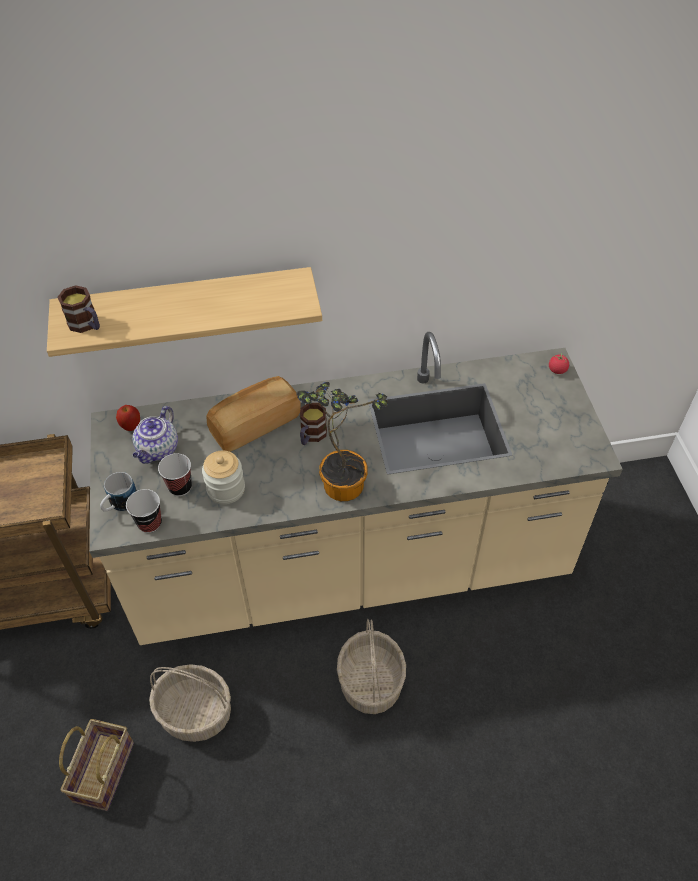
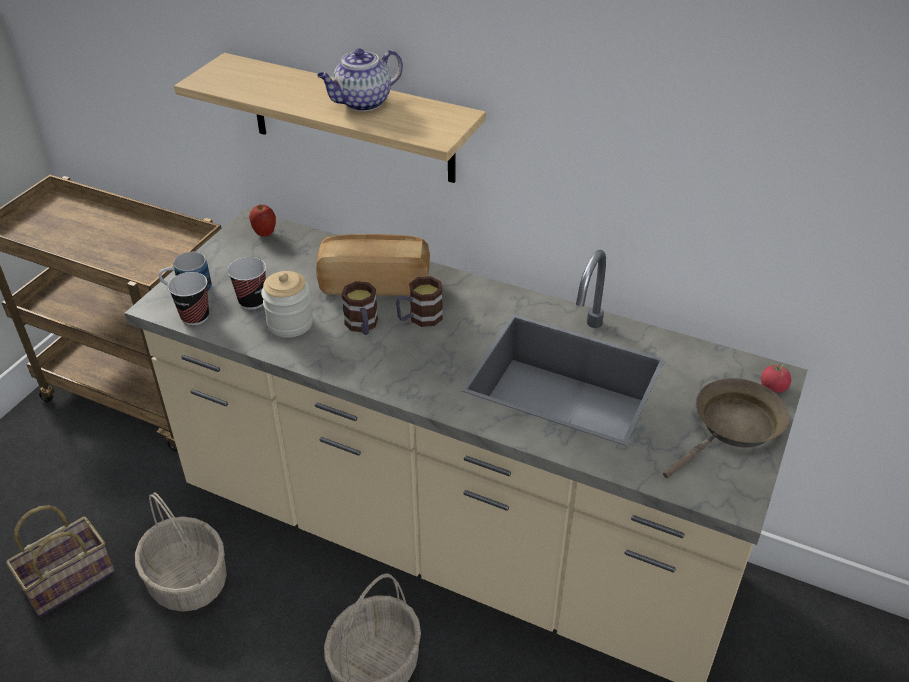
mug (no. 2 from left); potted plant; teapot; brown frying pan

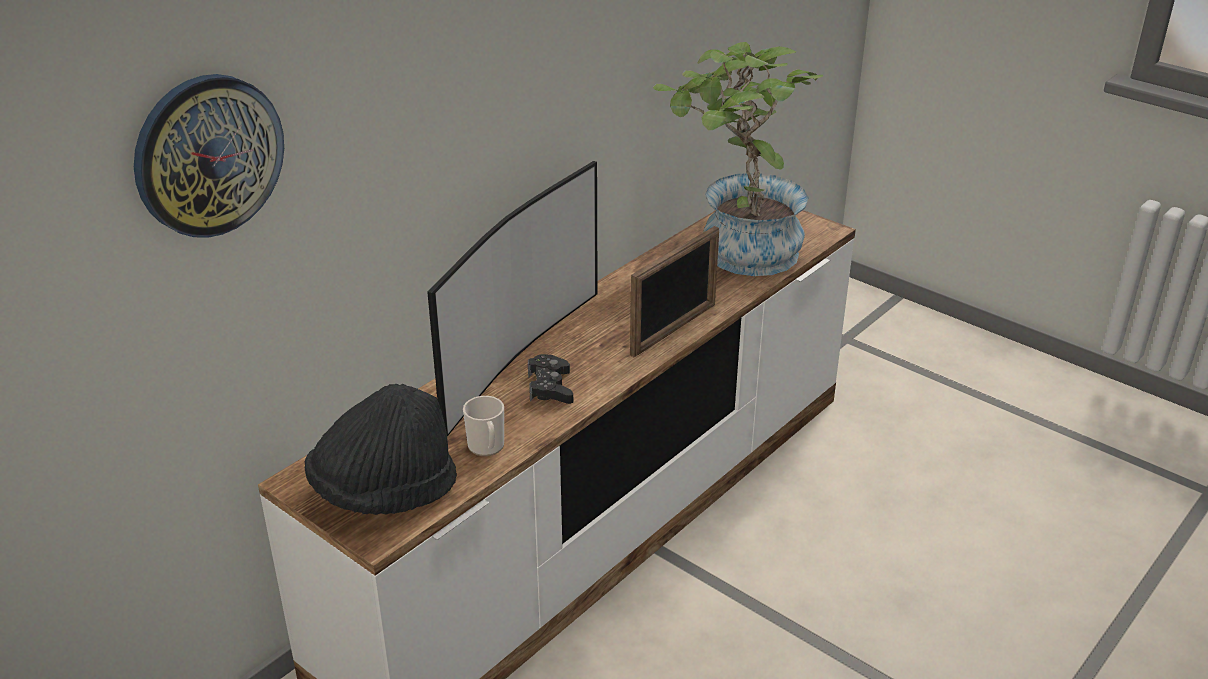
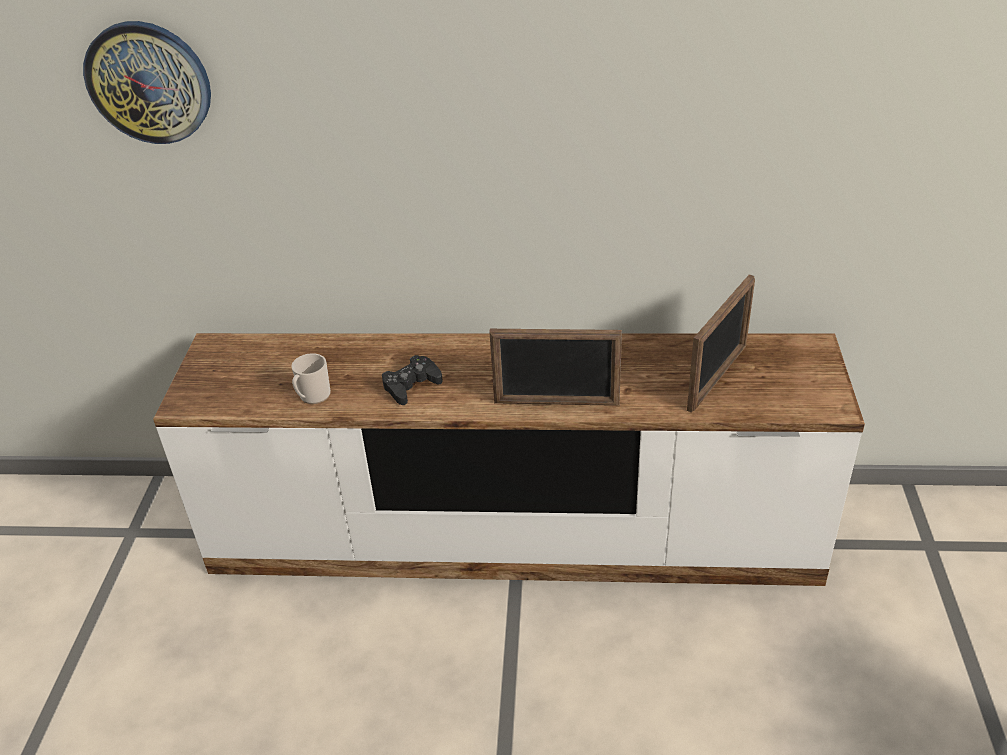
picture frame (no. 2 from left); television; black hat

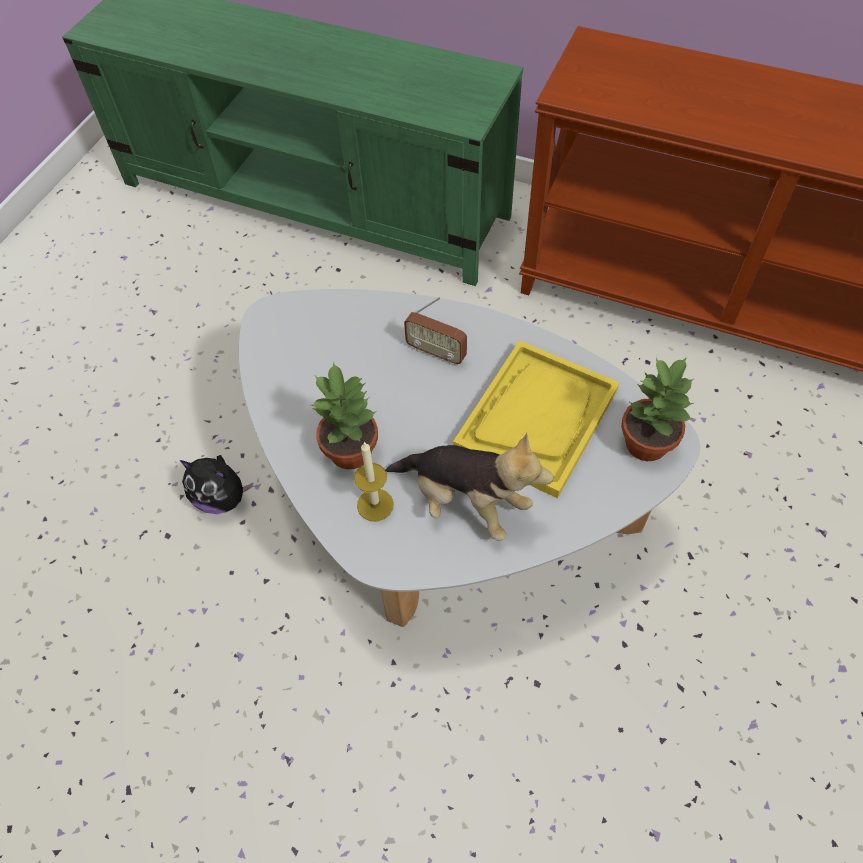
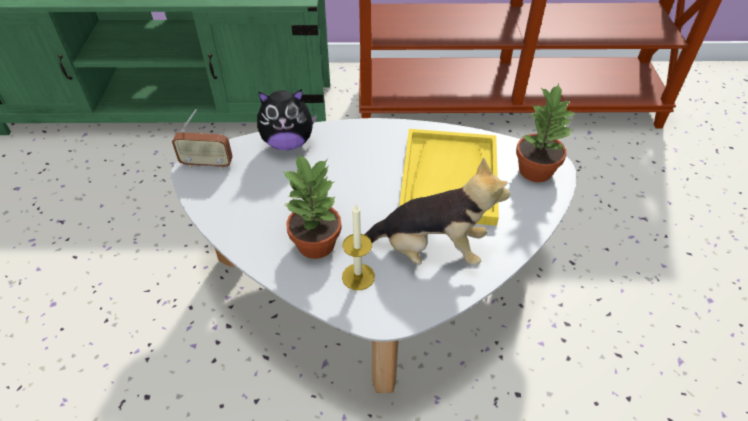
radio; plush toy (no. 1 from left)

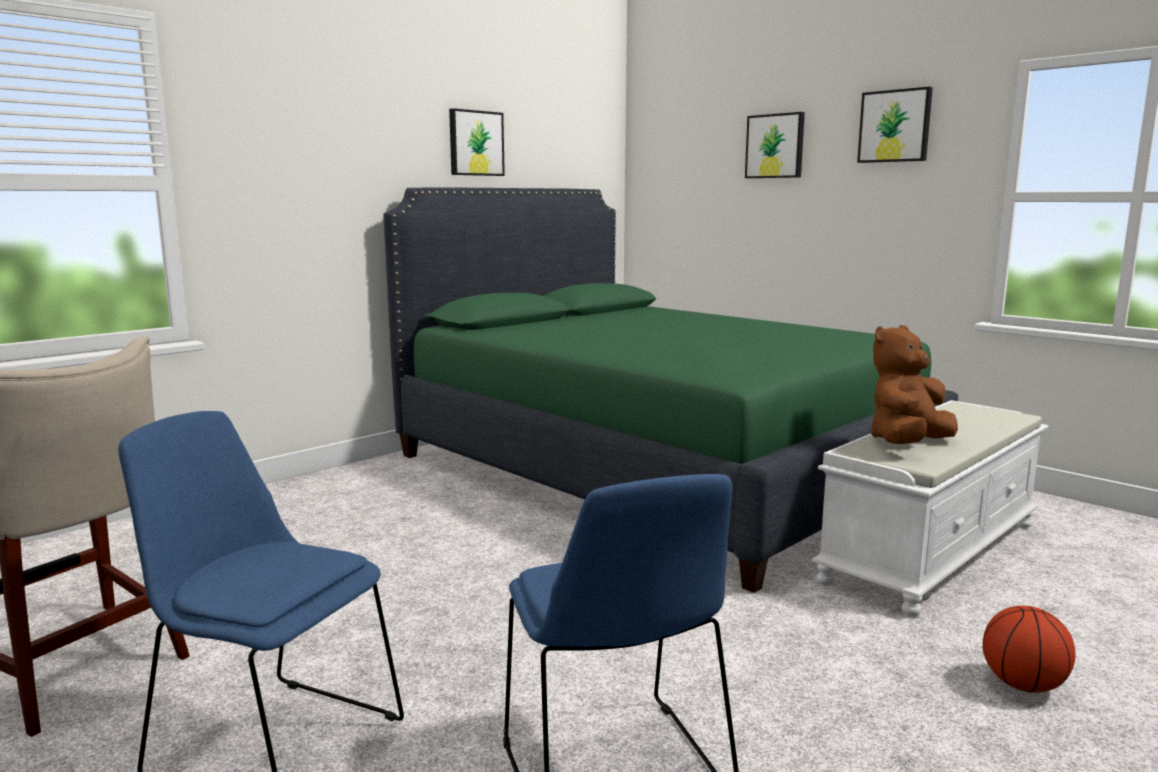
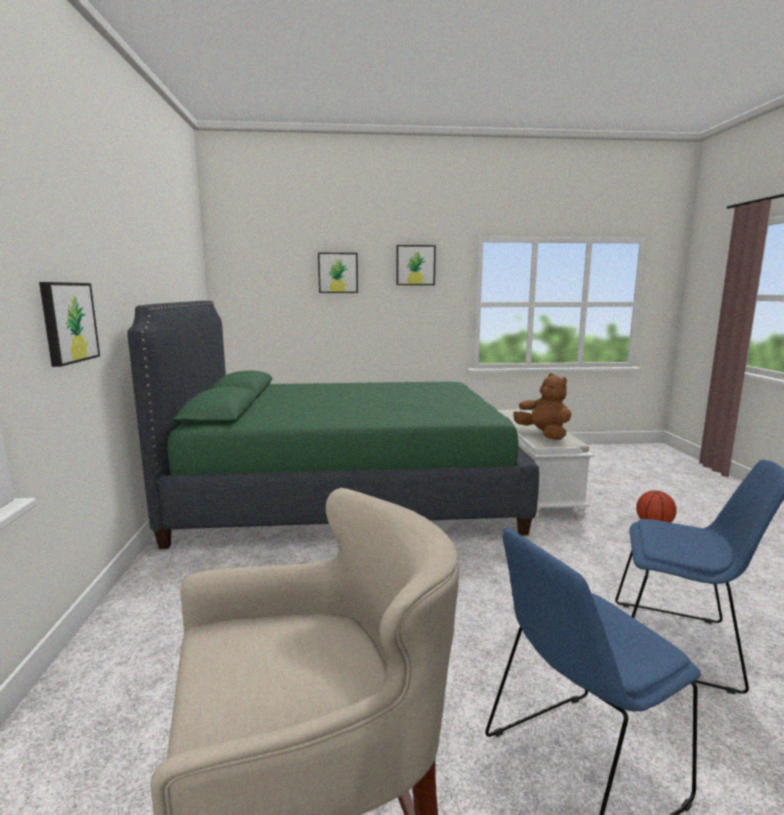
picture (no. 1 from left); brown plush toy

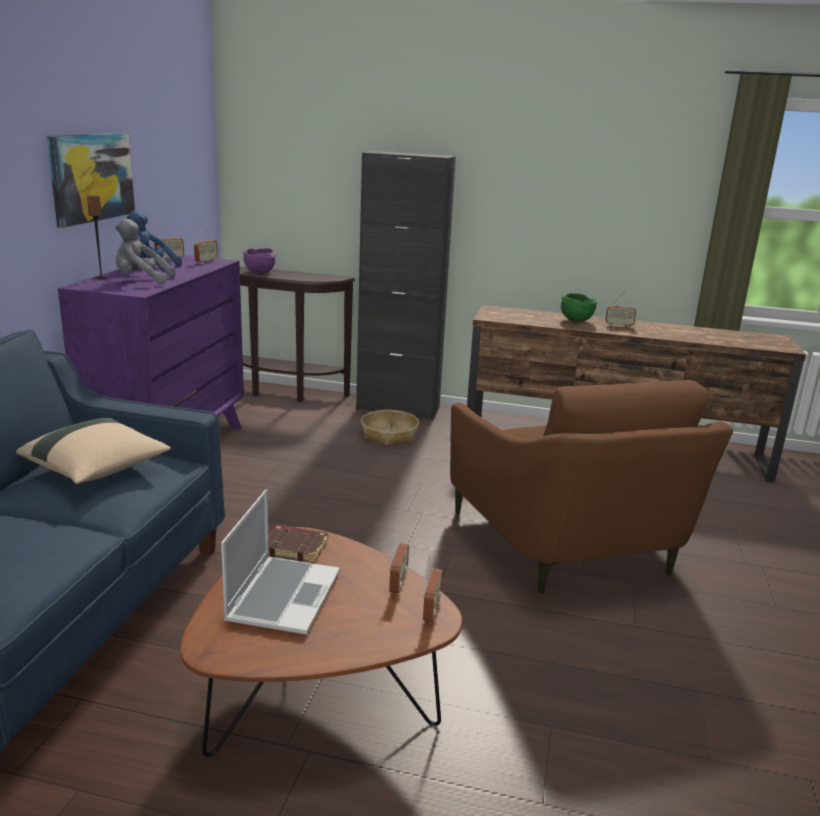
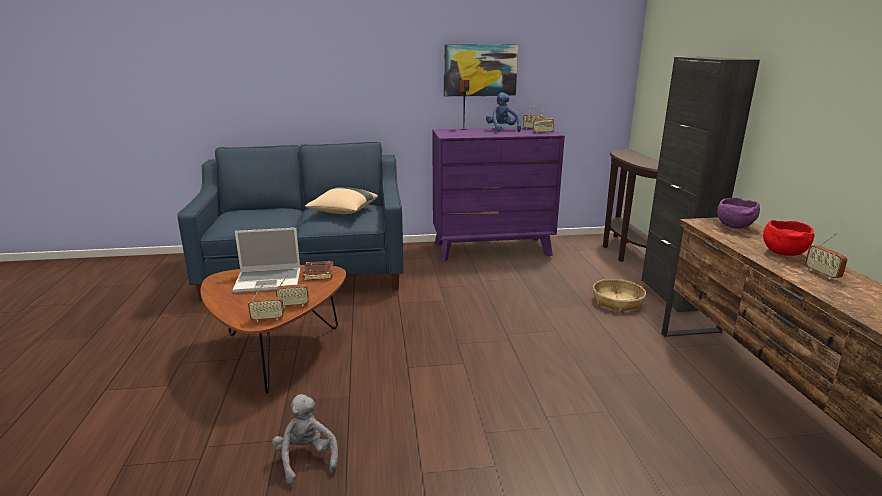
grey plush toy; purple bowl; red bowl; brown armchair

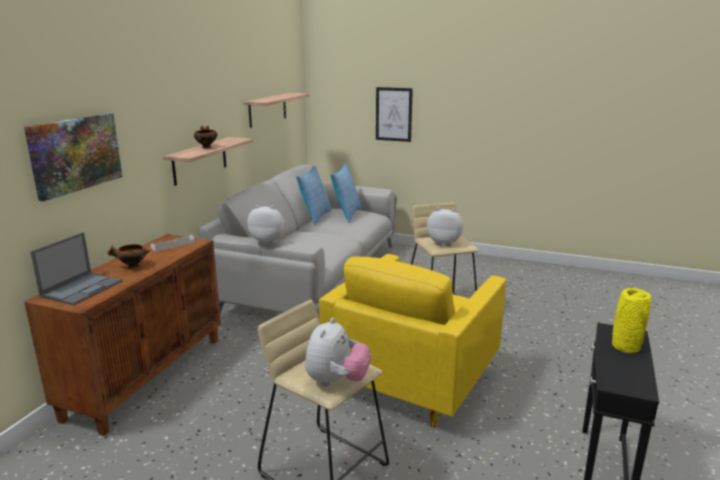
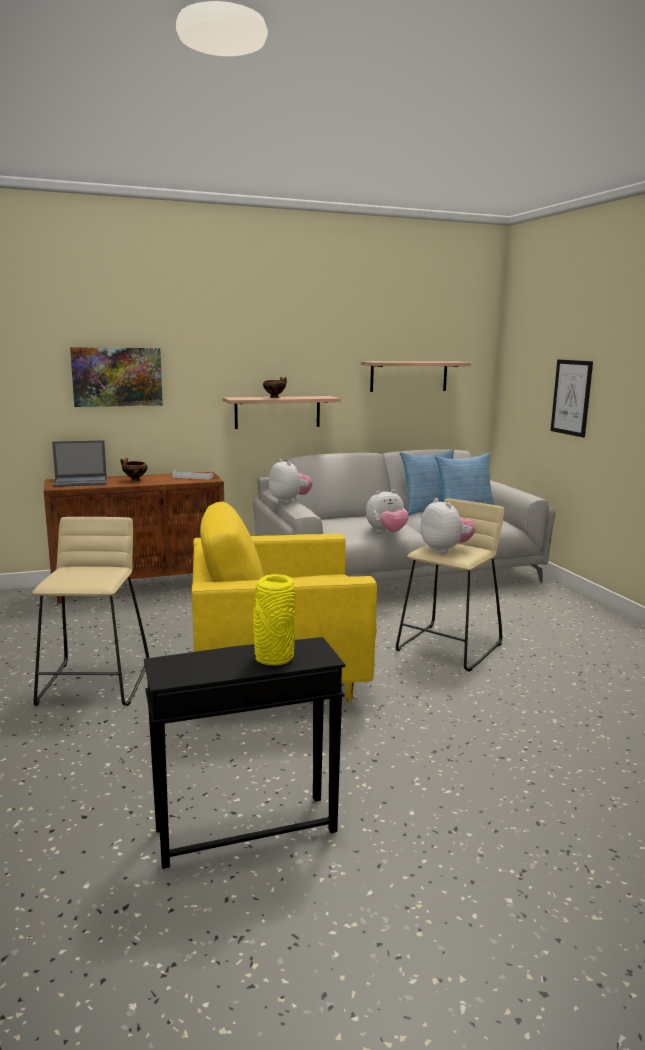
plush toy (no. 2 from left)

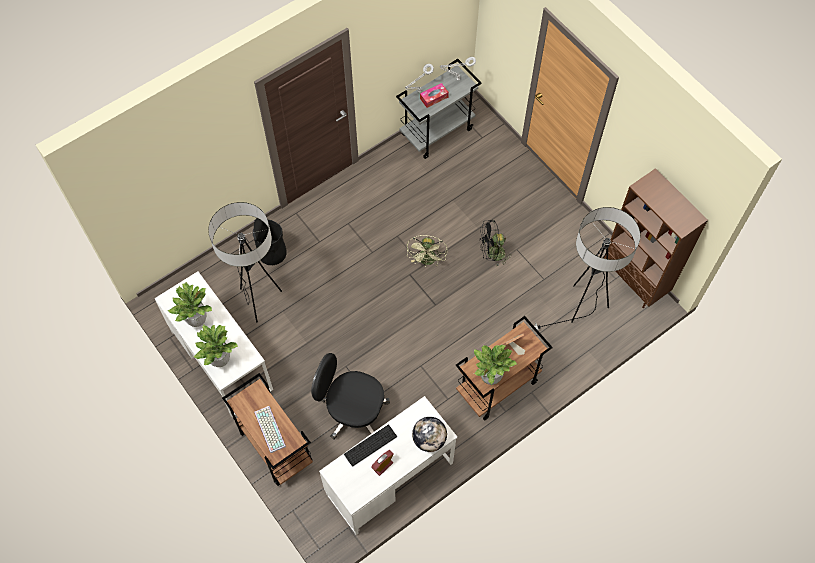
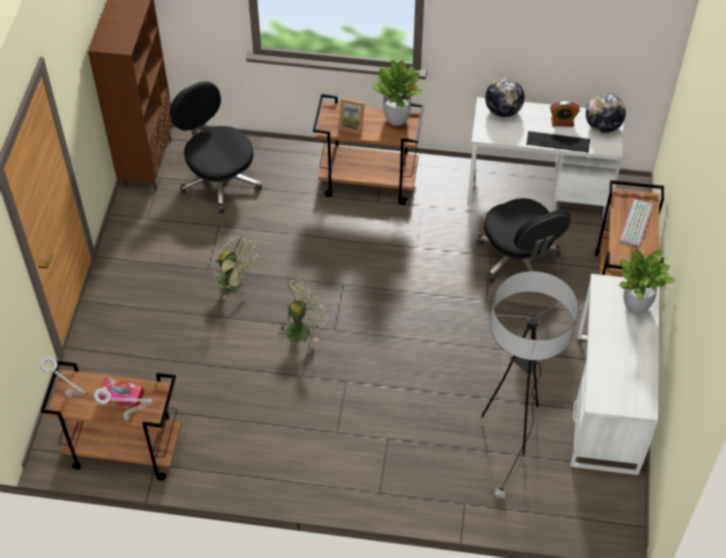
brown cart (no. 1 from left); black office chair (no. 1 from left); black trash can; green fan (no. 1 from left); potted plant (no. 1 from left in the first image); globe (no. 2 from left)

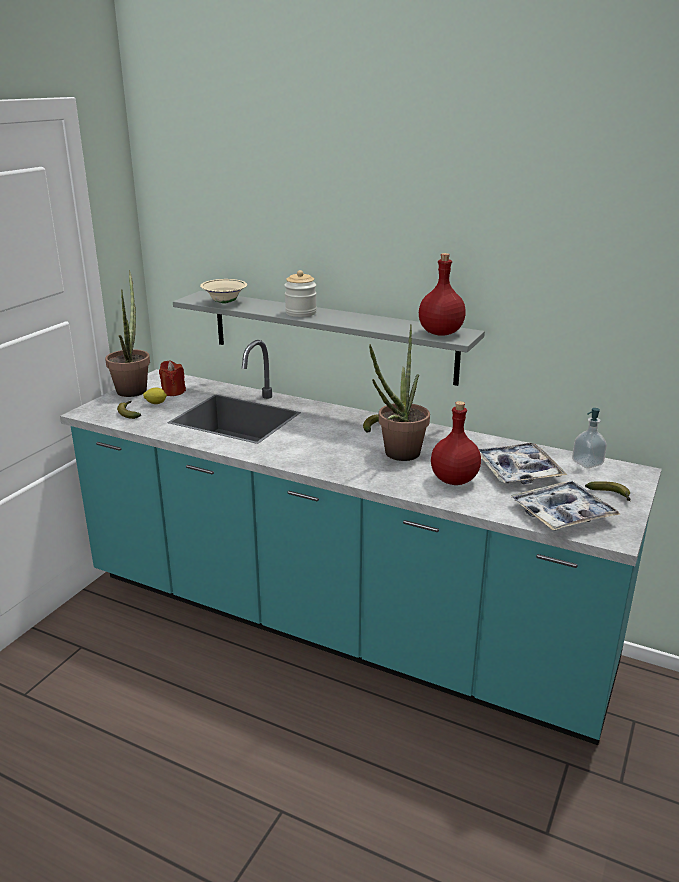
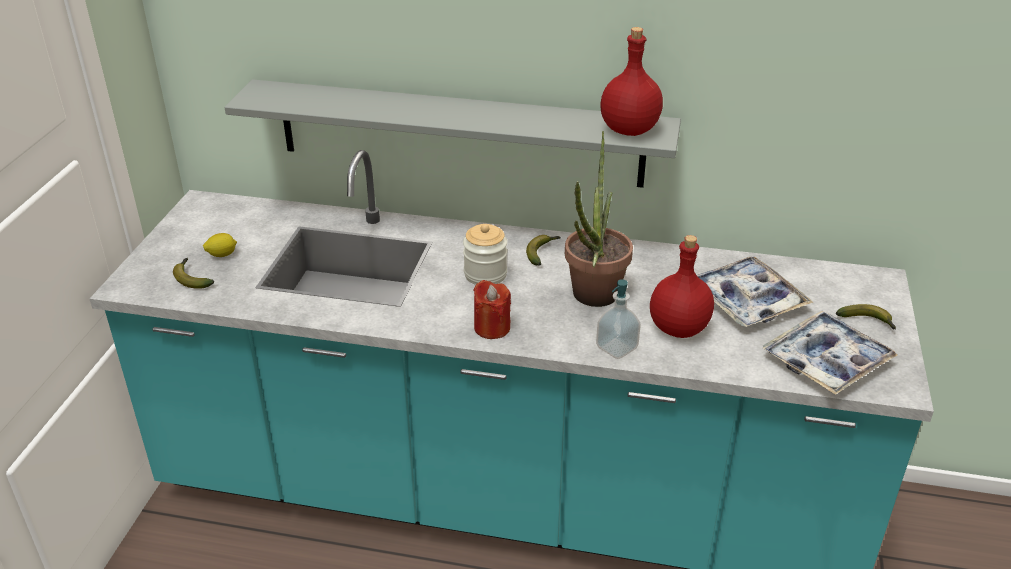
potted plant (no. 1 from left in the first image); jar; beige bowl; red candle; soap dispenser

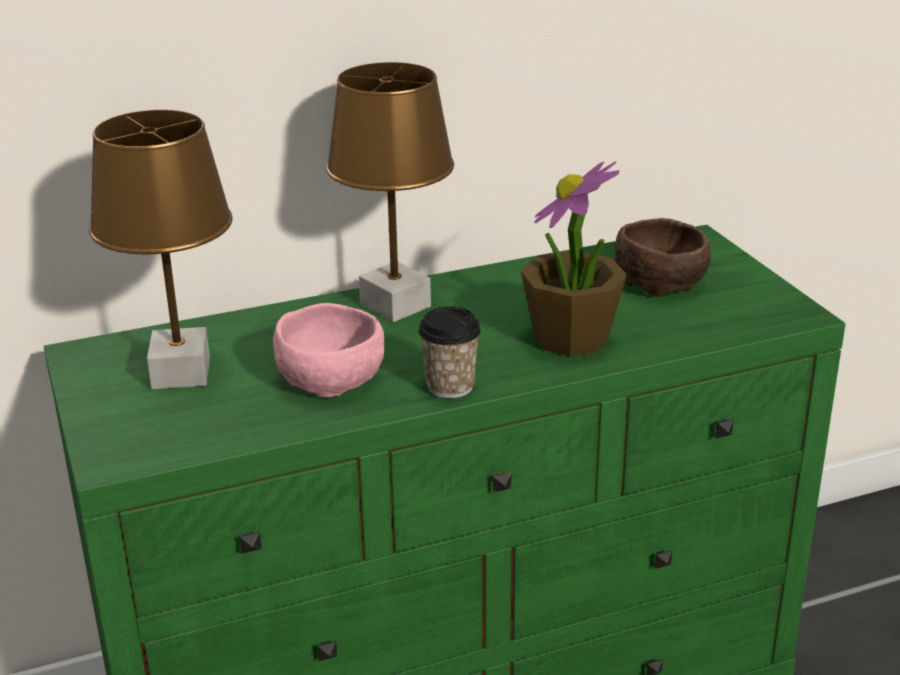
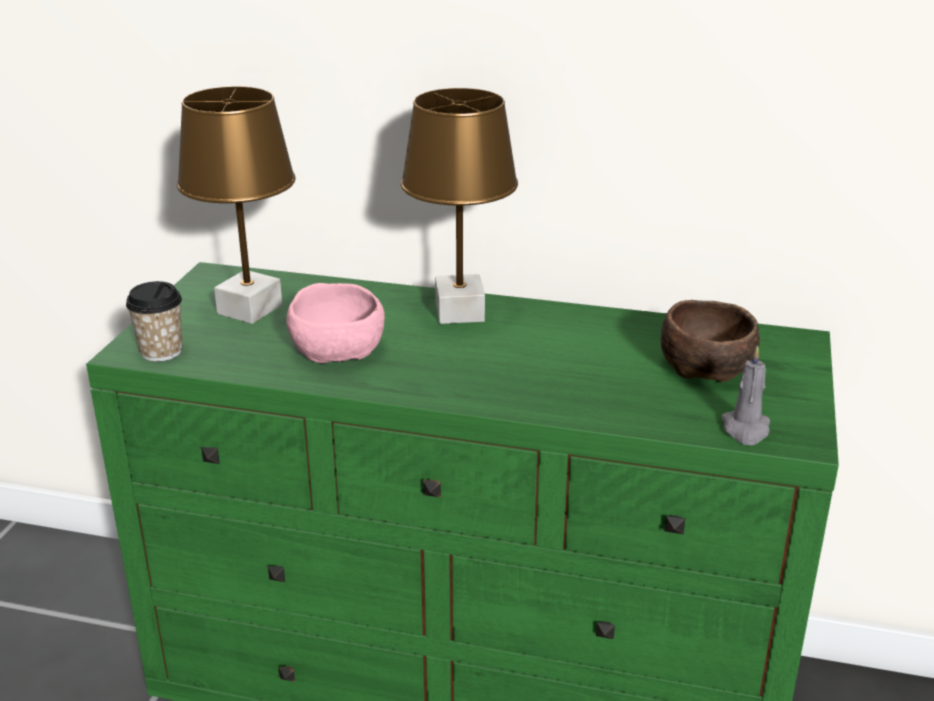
potted plant; cup; grey candle

